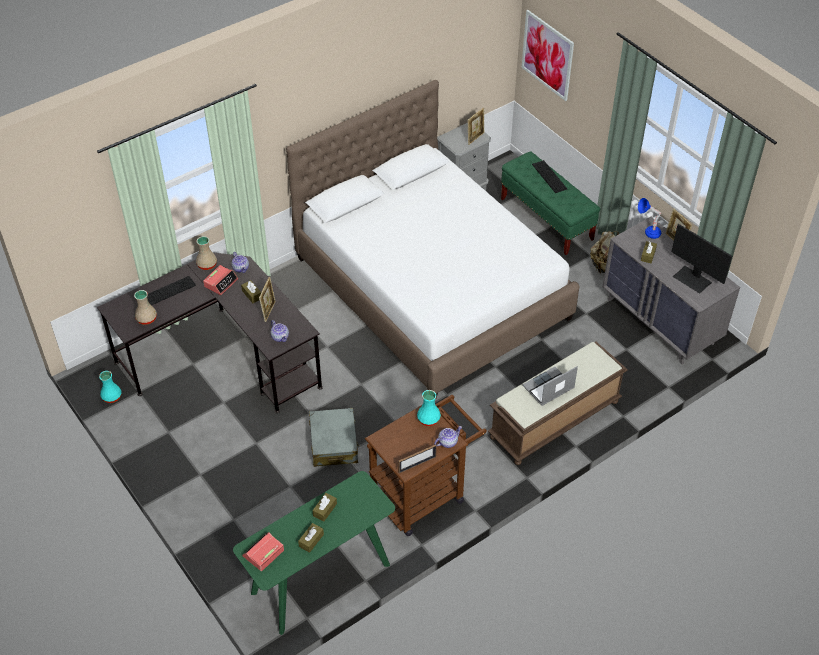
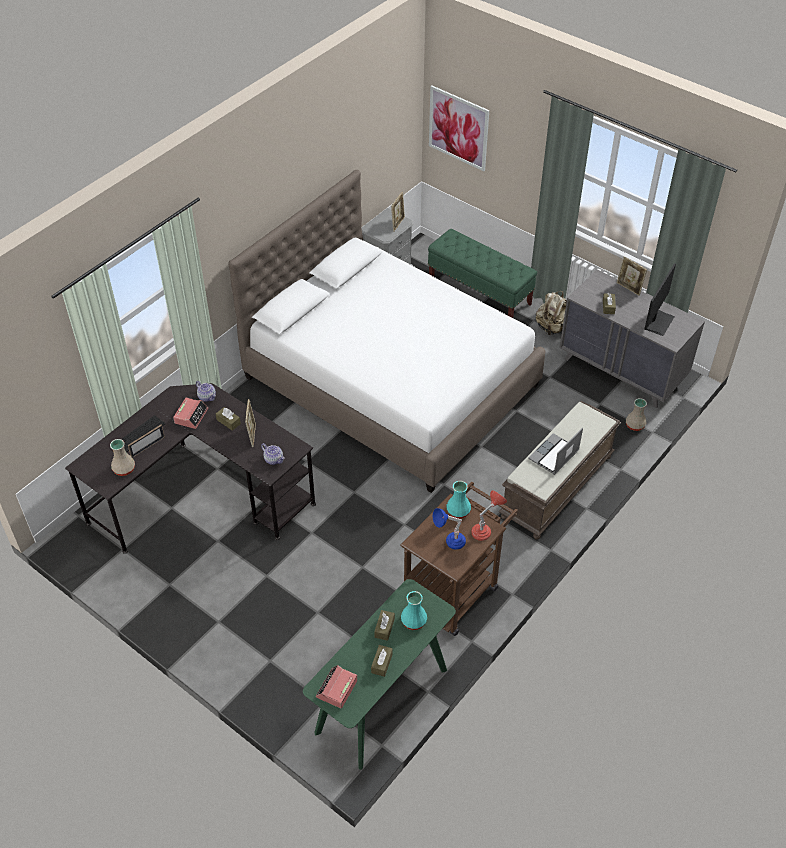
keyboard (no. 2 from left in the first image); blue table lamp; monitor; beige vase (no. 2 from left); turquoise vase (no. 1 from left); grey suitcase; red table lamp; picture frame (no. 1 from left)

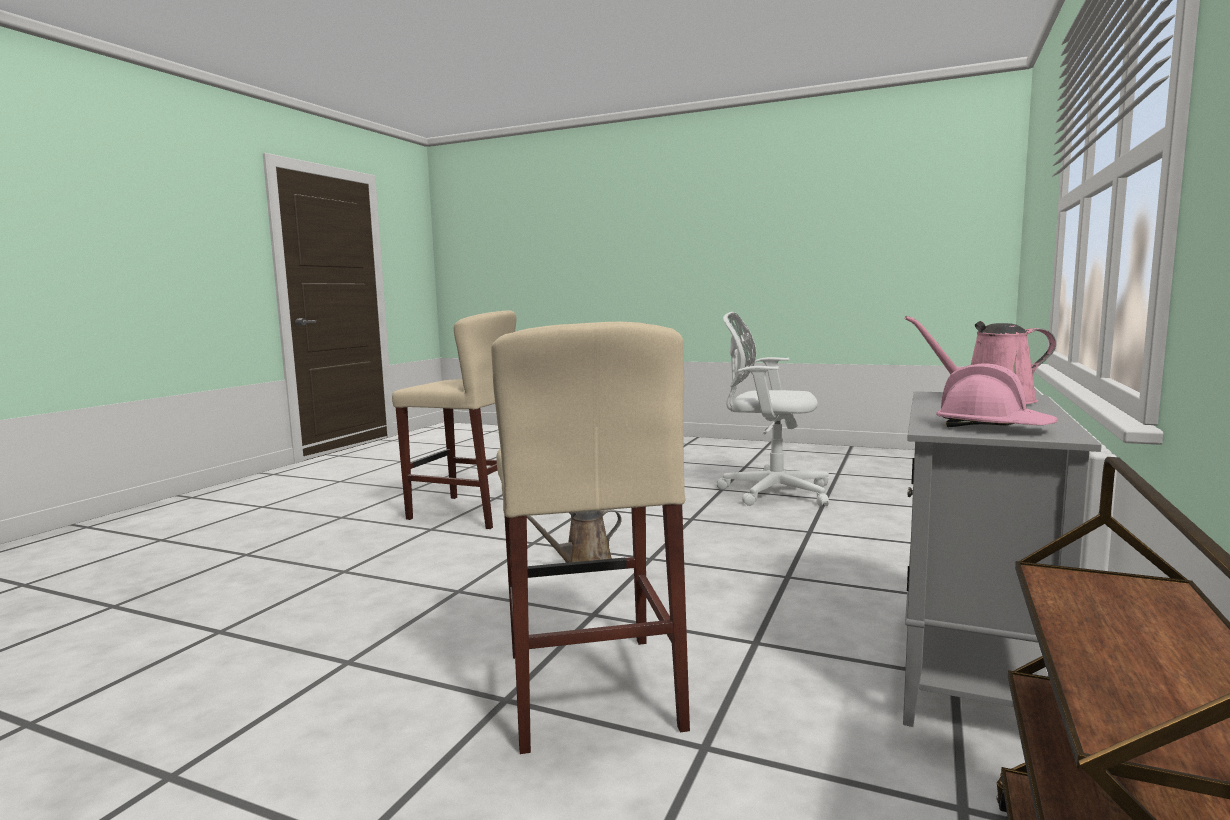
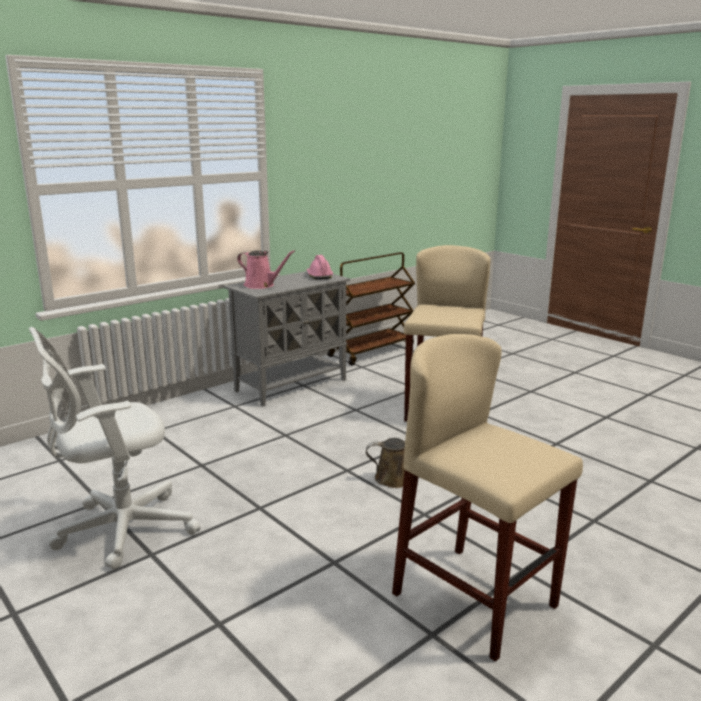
white office chair

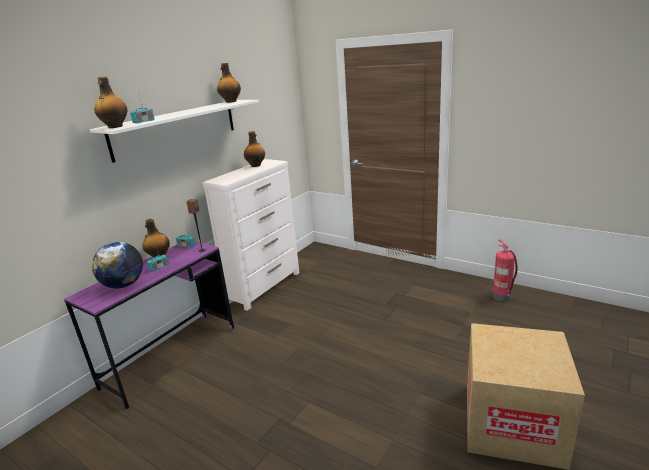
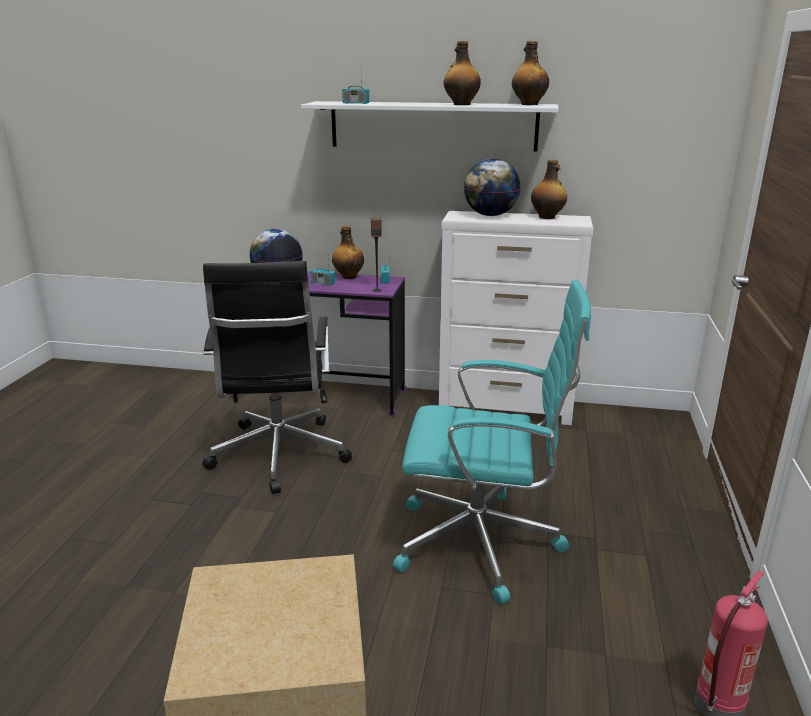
bottle (no. 2 from left); globe (no. 2 from left); black office chair; turquoise office chair

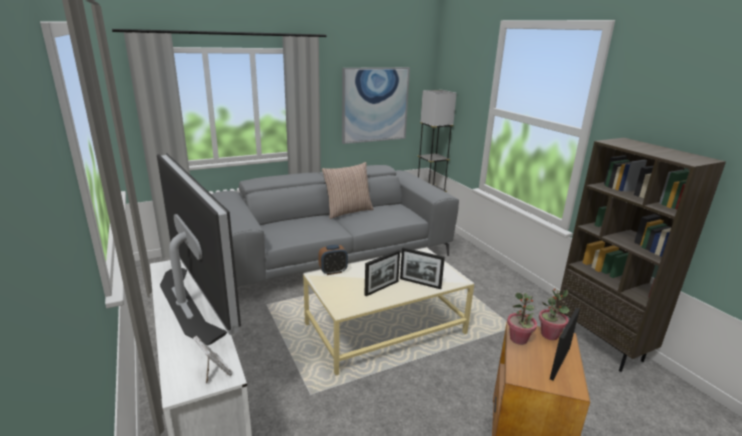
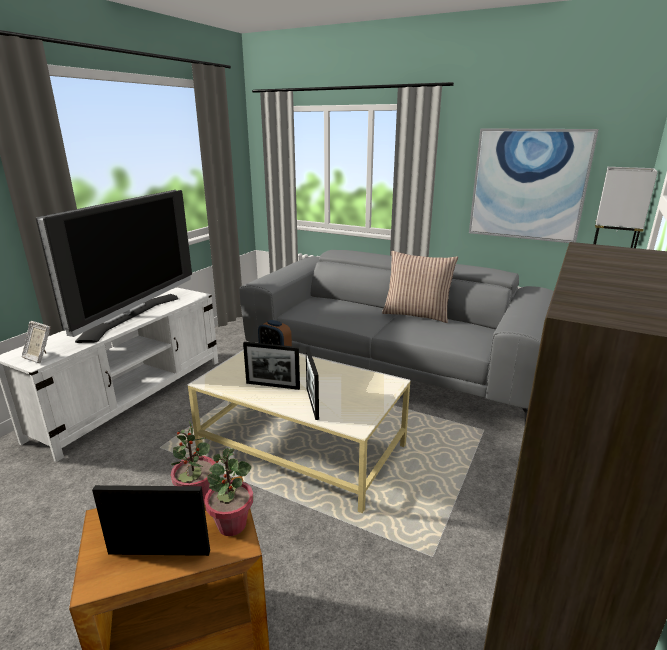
picture frame (no. 1 from left)

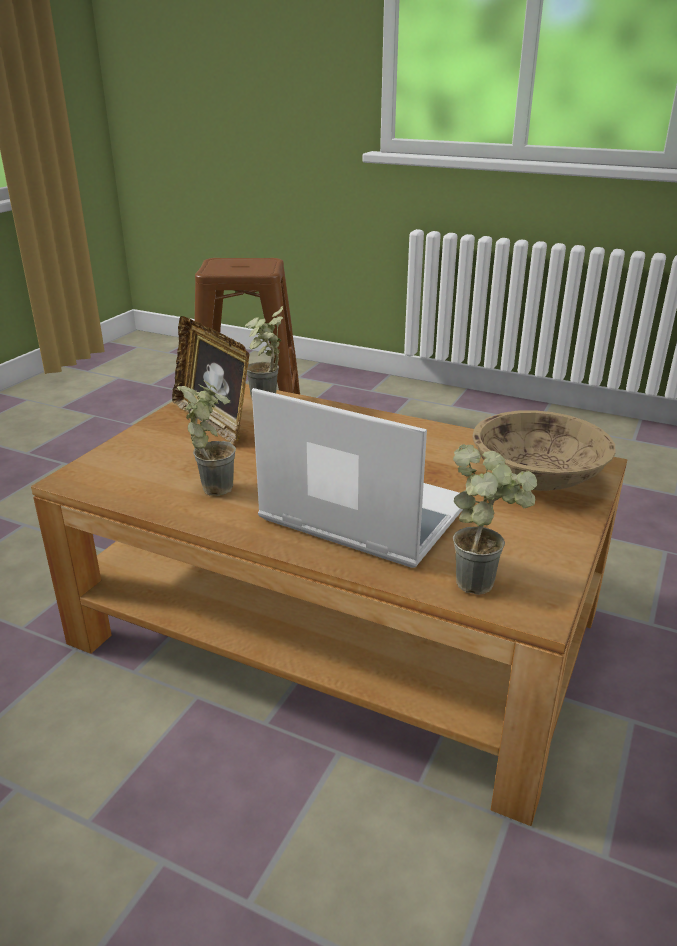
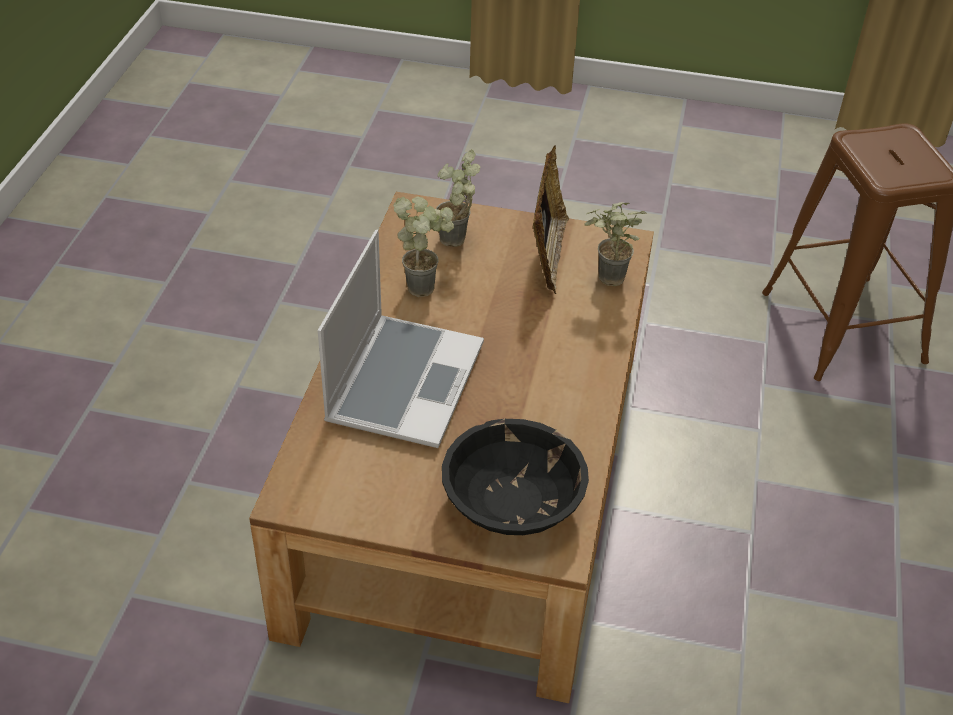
picture frame; black bowl; potted plant (no. 2 from left)

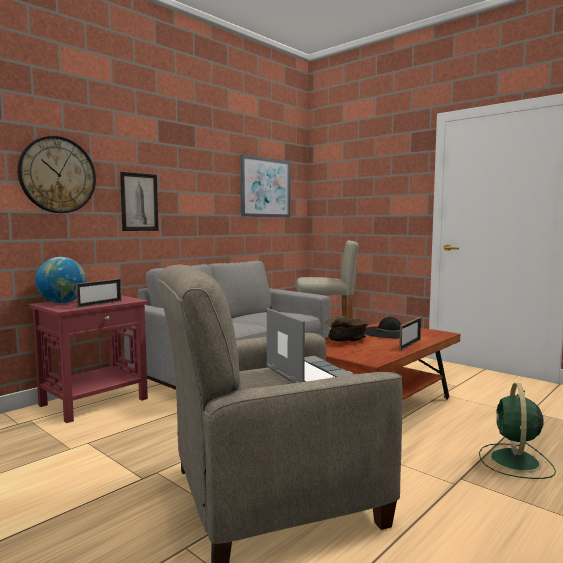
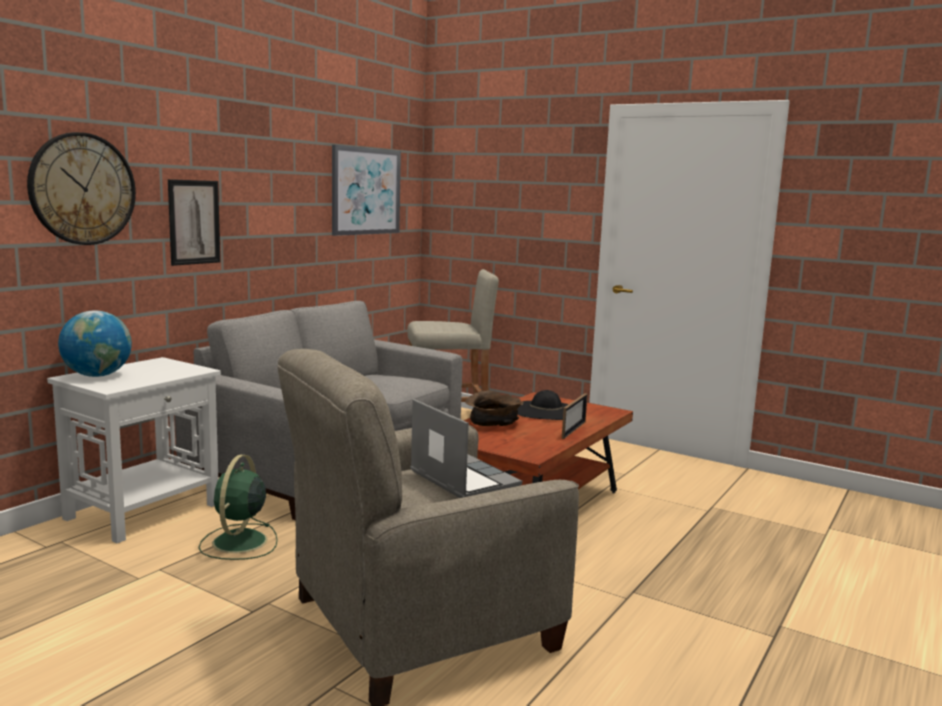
picture frame (no. 1 from left in the first image); white side table; green fan

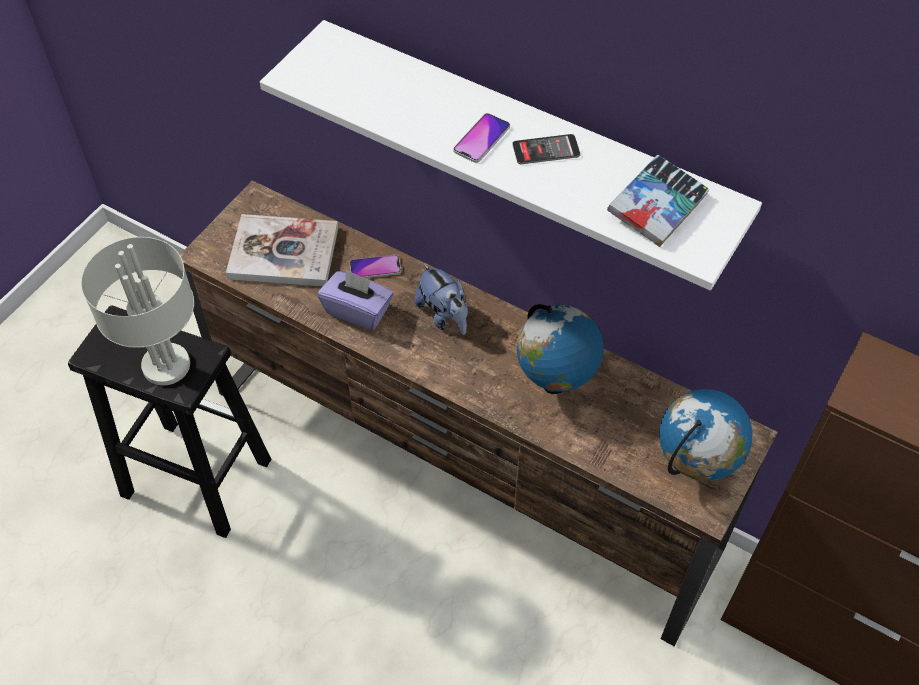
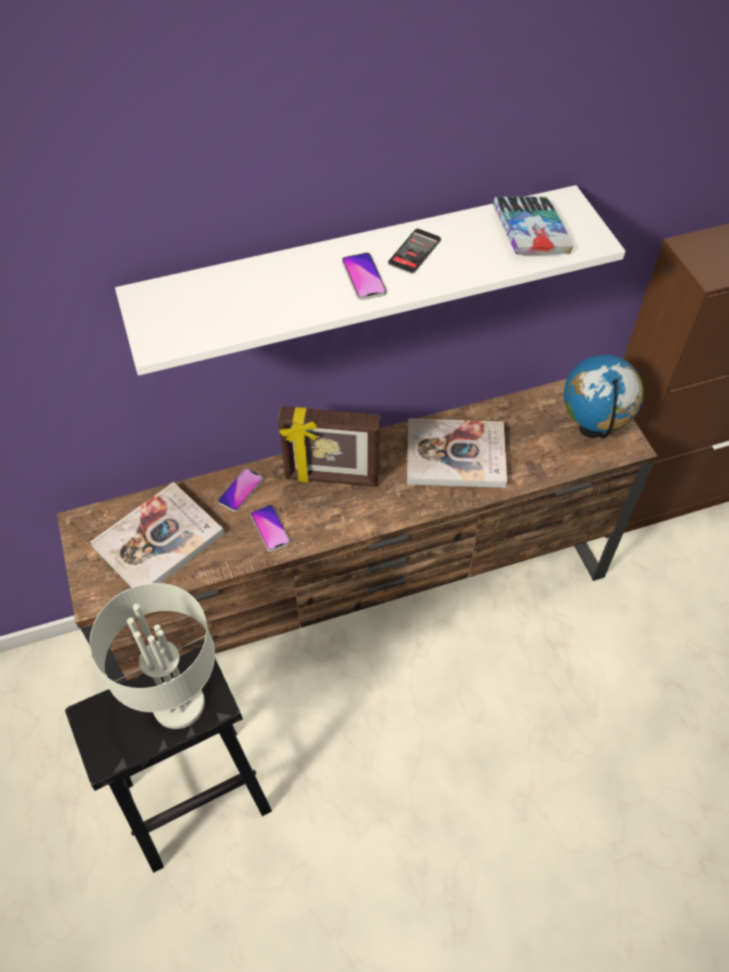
picture frame; phone (no. 2 from left); book (no. 2 from left)

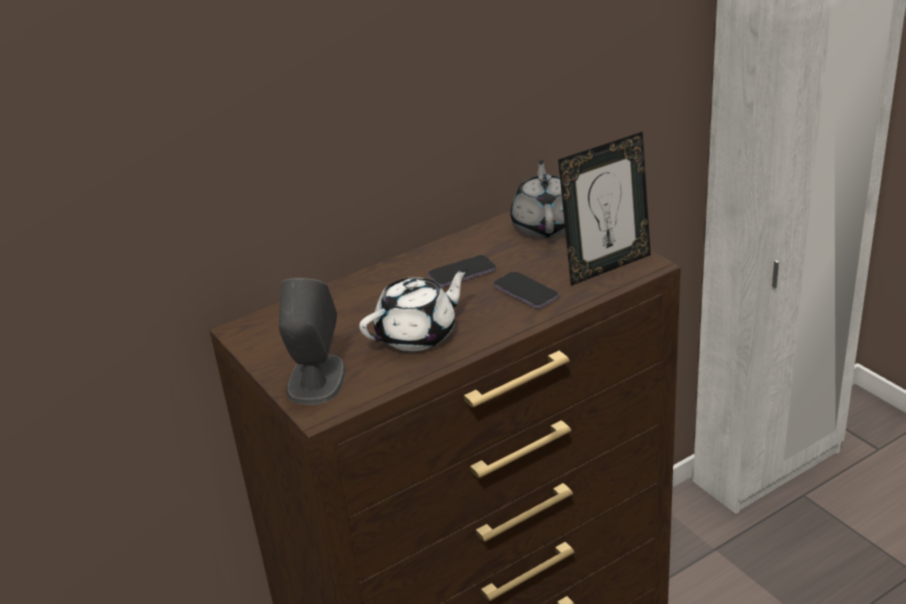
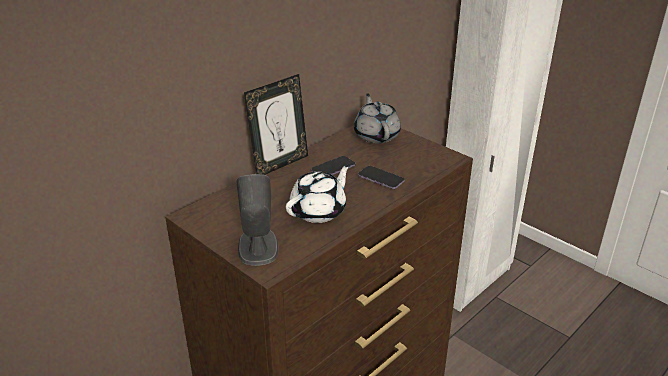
picture frame

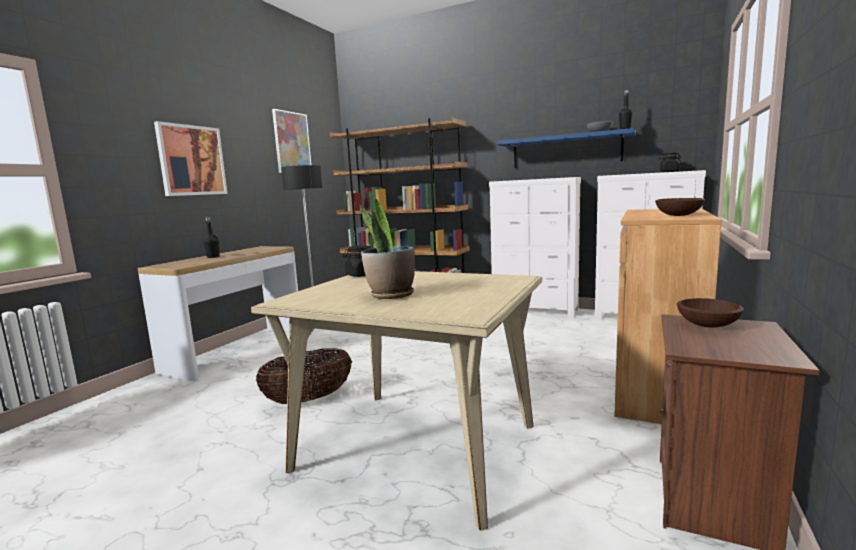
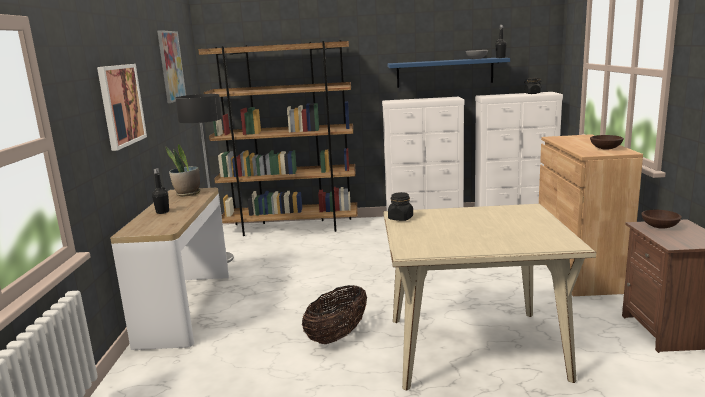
potted plant

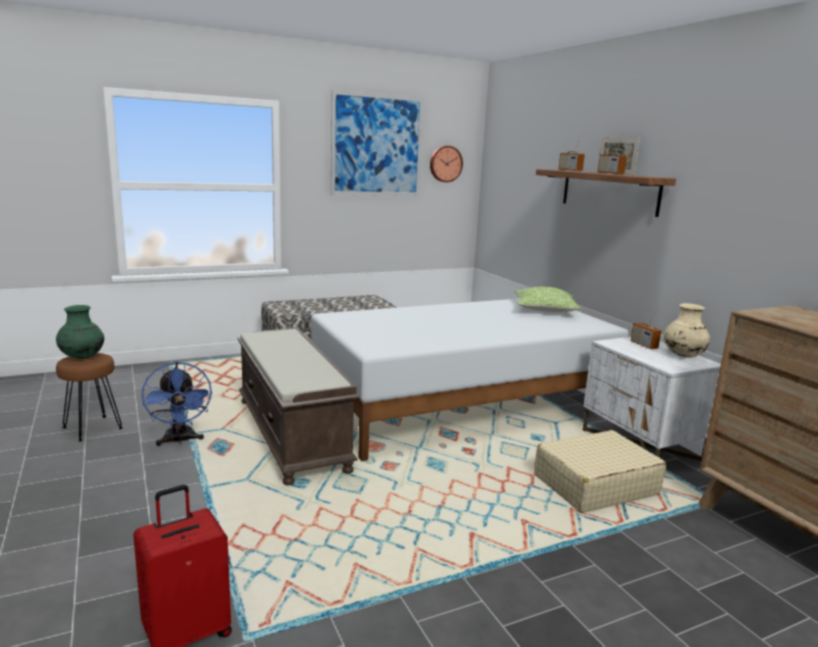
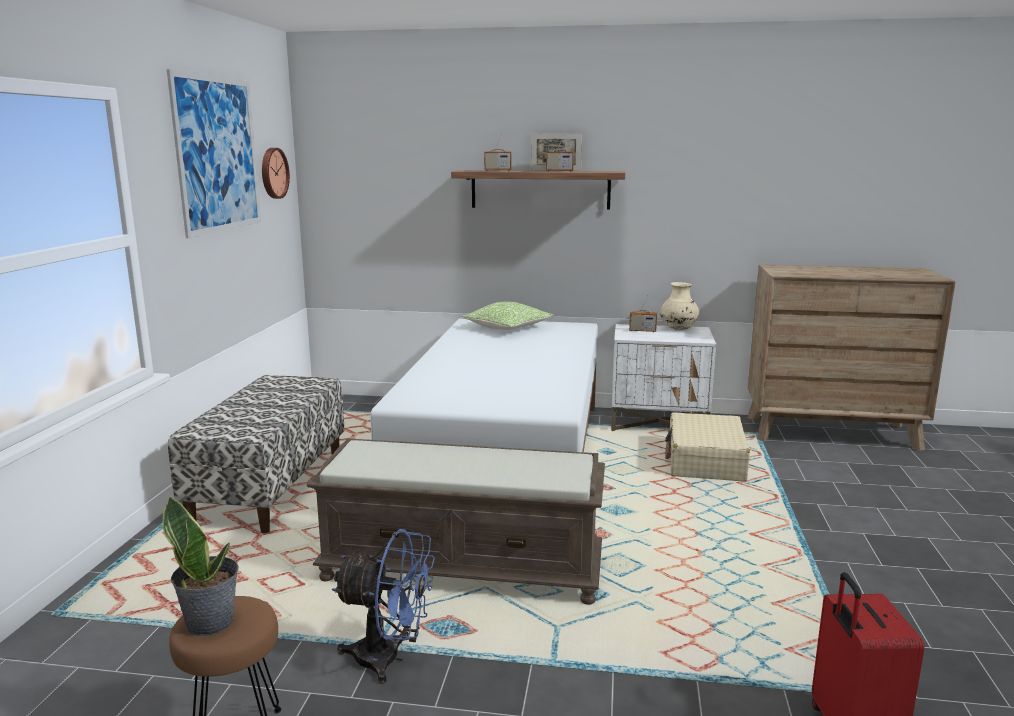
potted plant

